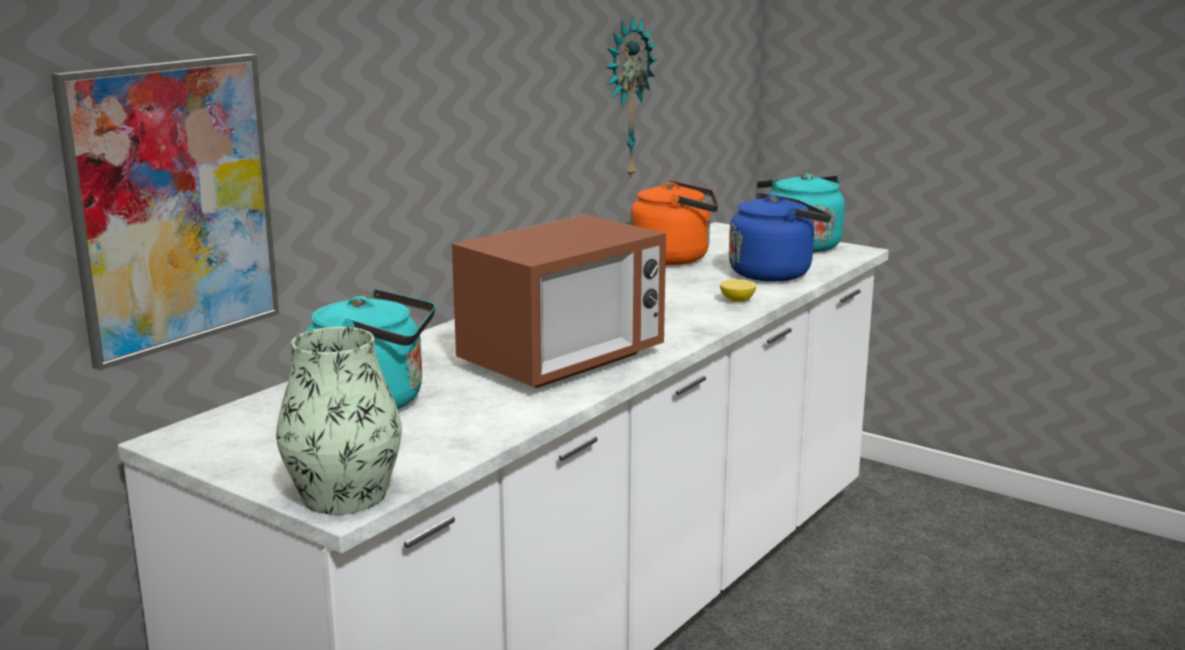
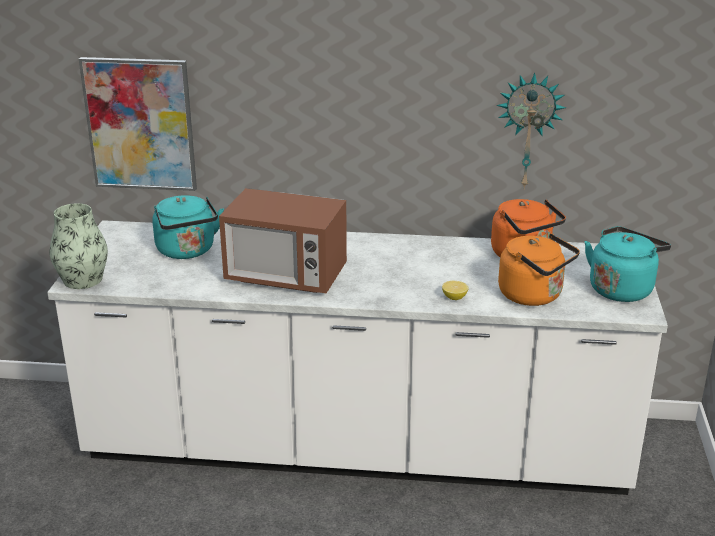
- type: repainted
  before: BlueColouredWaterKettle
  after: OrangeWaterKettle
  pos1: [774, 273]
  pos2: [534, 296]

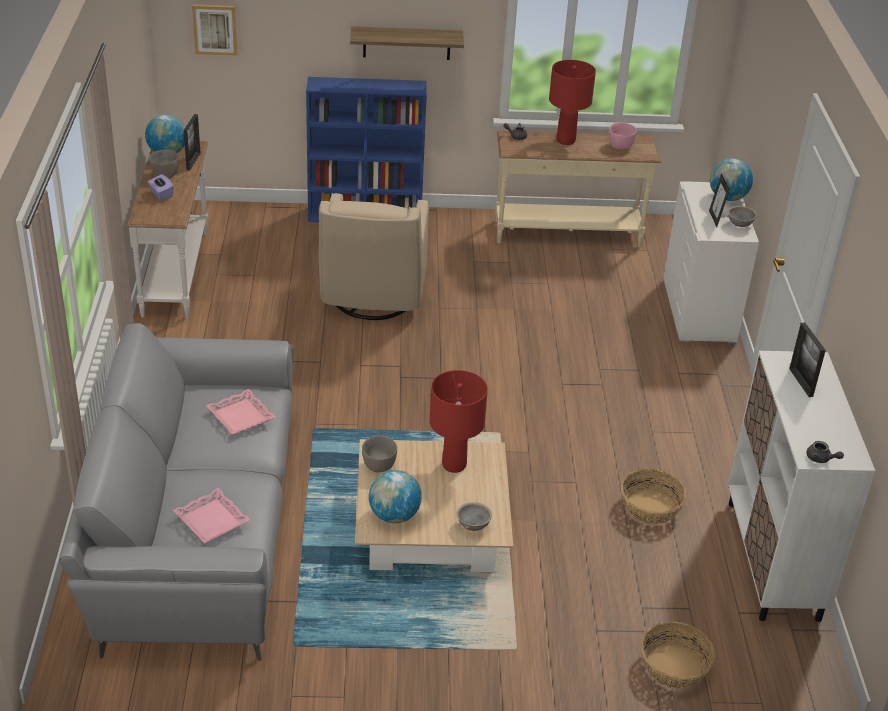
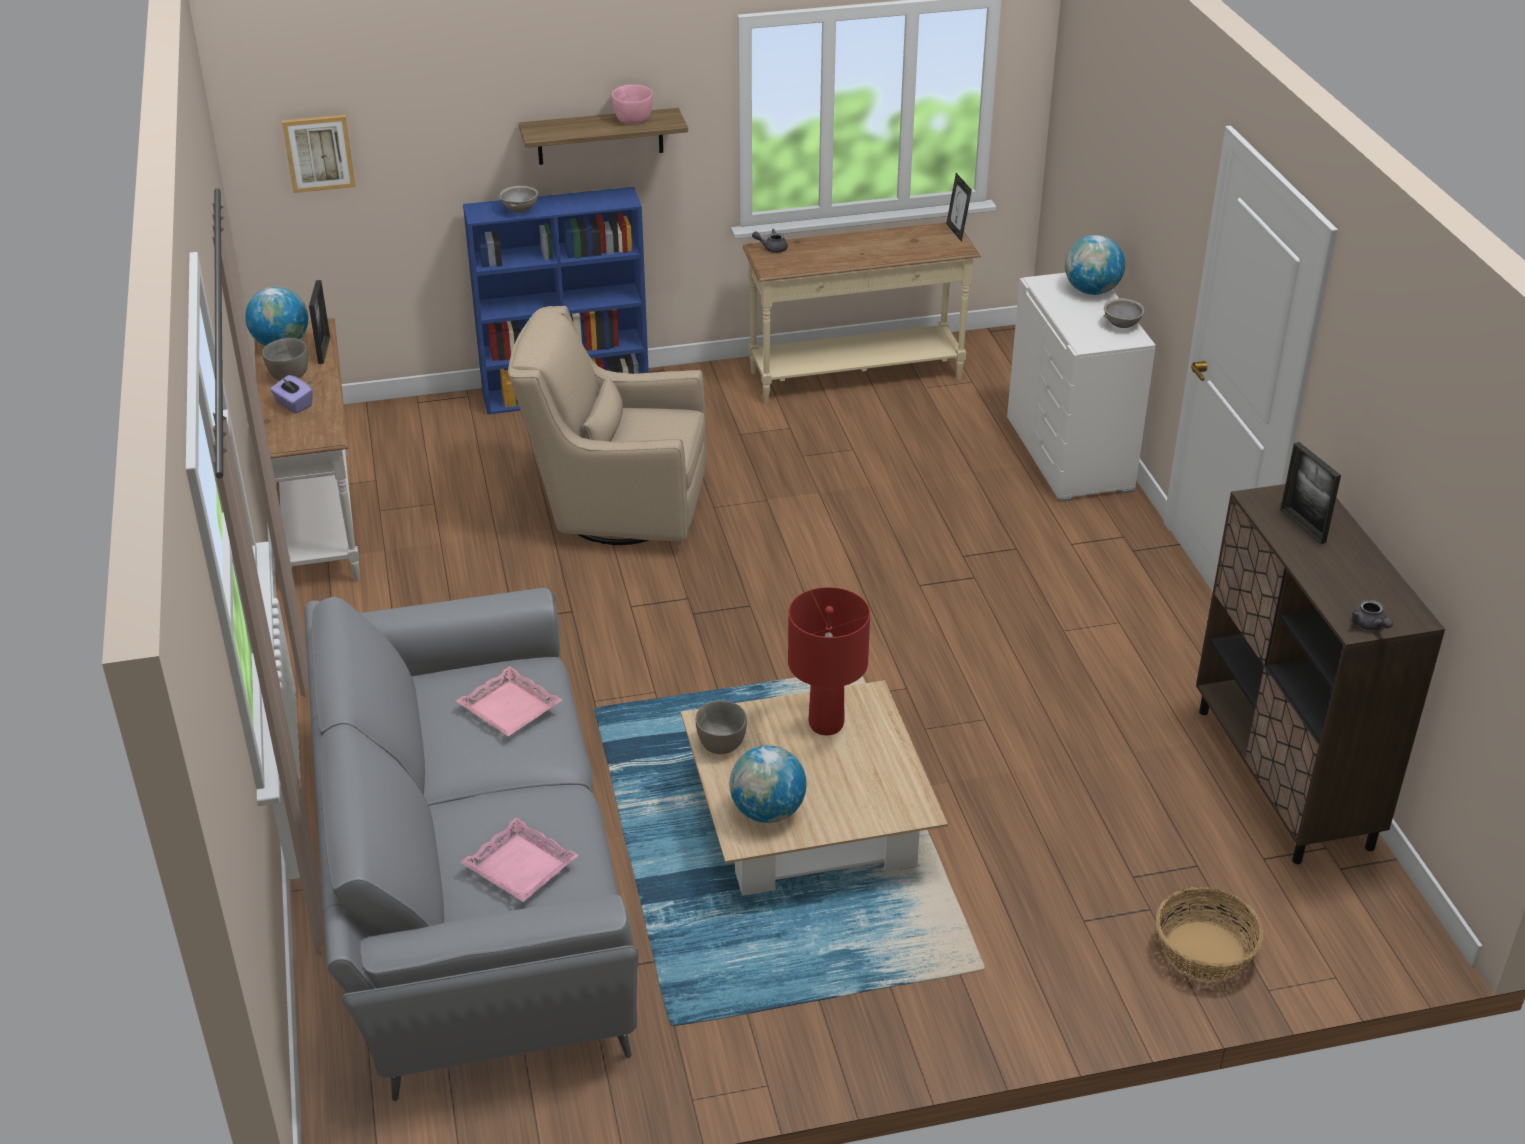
- type: gone
  before: ReddishLampForATable
  pos1: [566, 140]
- type: shifted
  before: PinkishServingBowl
  pos1: [620, 146]
  pos2: [632, 120]
- type: shifted
  before: StandingFrame
  pos1: [715, 219]
  pos2: [957, 232]
- type: rotated
  before: BeigeColouredArmchair
  pos1: [372, 299]
  pos2: [616, 510]
  turn: 105
- type: repainted
  before: WhiteColouredCupboard
  after: BrownishCupboard
  pos1: [773, 560]
  pos2: [1283, 778]
- type: rotated
  before: GrayPotForTea
  pos1: [821, 459]
  pos2: [1370, 626]
  turn: 45
- type: gone
  before: Basket
  pos1: [650, 508]
- type: shifted
  before: GrayServingBowl
  pos1: [472, 526]
  pos2: [519, 211]

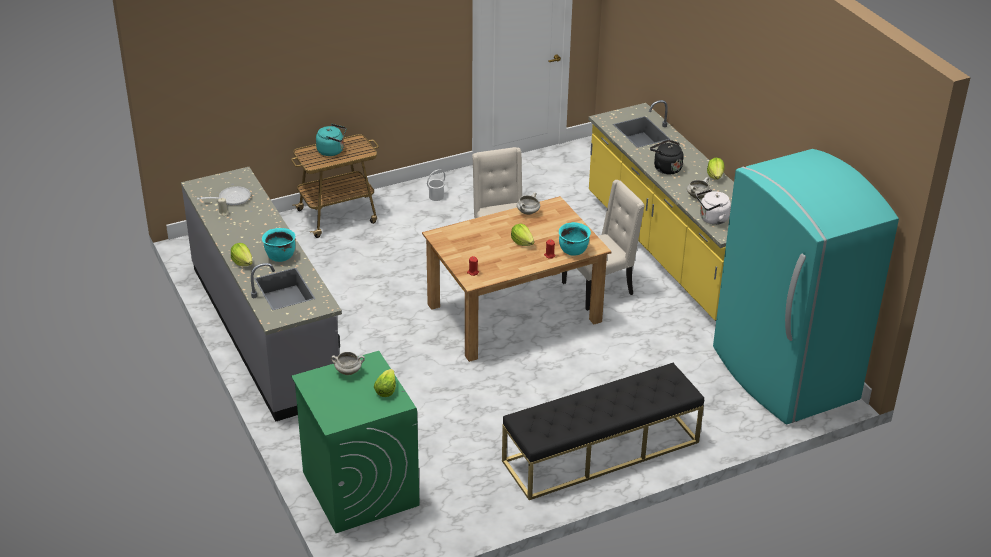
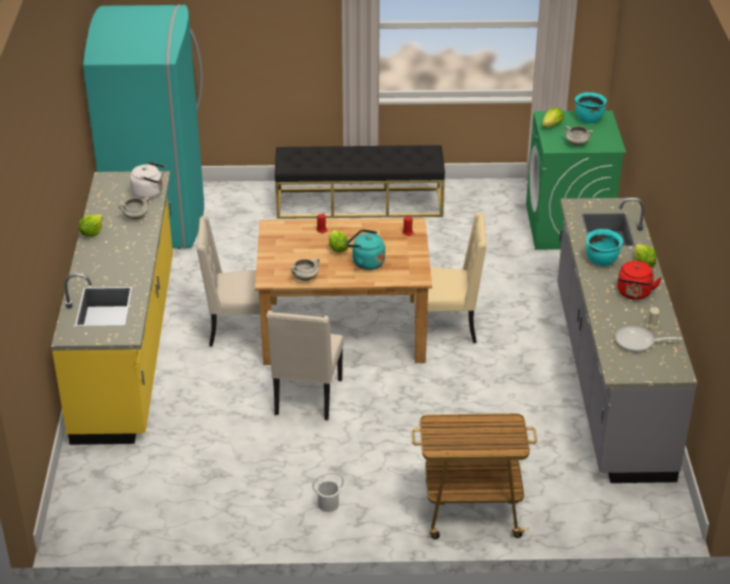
- type: shifted
  before: TurquoiseWaterKettle
  pos1: [332, 151]
  pos2: [366, 262]
- type: gone
  before: BlackColouredWaterKettle
  pos1: [665, 168]
- type: shifted
  before: TurquoiseCookingPot
  pos1: [573, 251]
  pos2: [588, 119]
- type: new
  after: BeigeColouredPlainChair
  pos2: [446, 327]
- type: new
  after: ReddishWaterKettle
  pos2: [634, 293]

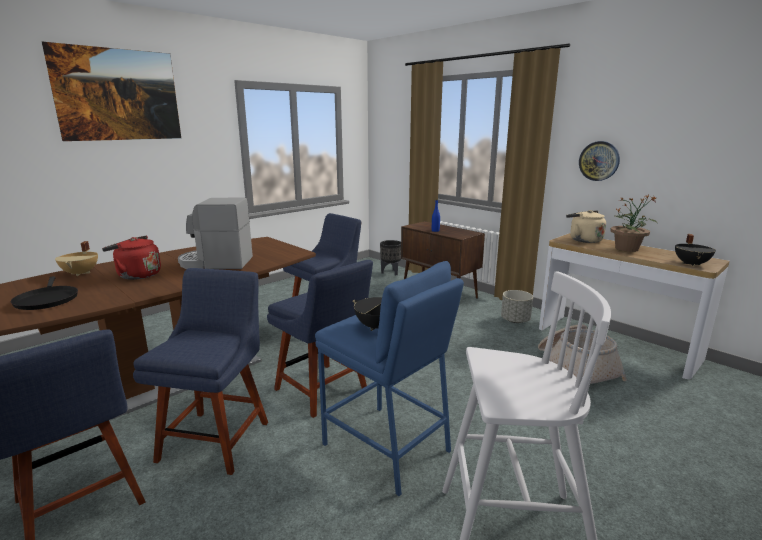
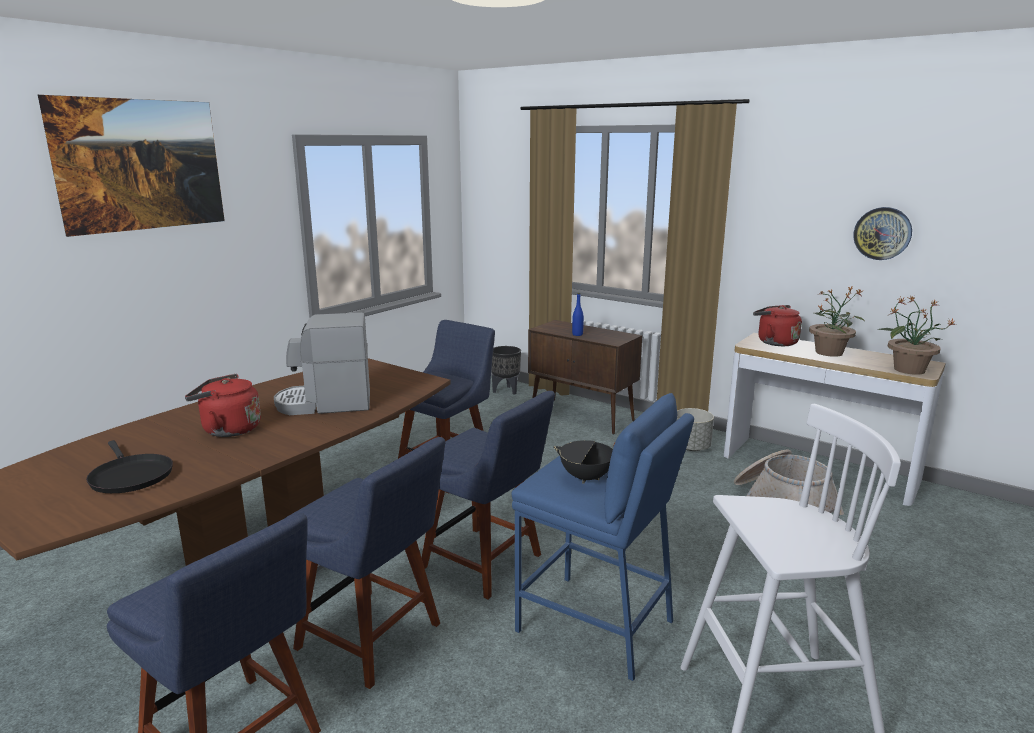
- type: shifted
  before: WallClock
  pos1: [599, 161]
  pos2: [882, 233]
- type: repainted
  before: BeigeColouredWaterKettle
  after: ReddishWaterKettle
  pos1: [583, 240]
  pos2: [774, 342]
- type: swapped
  before: BlackColouredCookingPot
  after: PottedPlant
  pos1: [692, 264]
  pos2: [908, 370]
- type: gone
  before: BeigeColouredCookingPot
  pos1: [81, 273]
- type: rotated
  before: BlueColouredPlainChair
  pos1: [217, 437]
  pos2: [374, 638]
  turn: 120

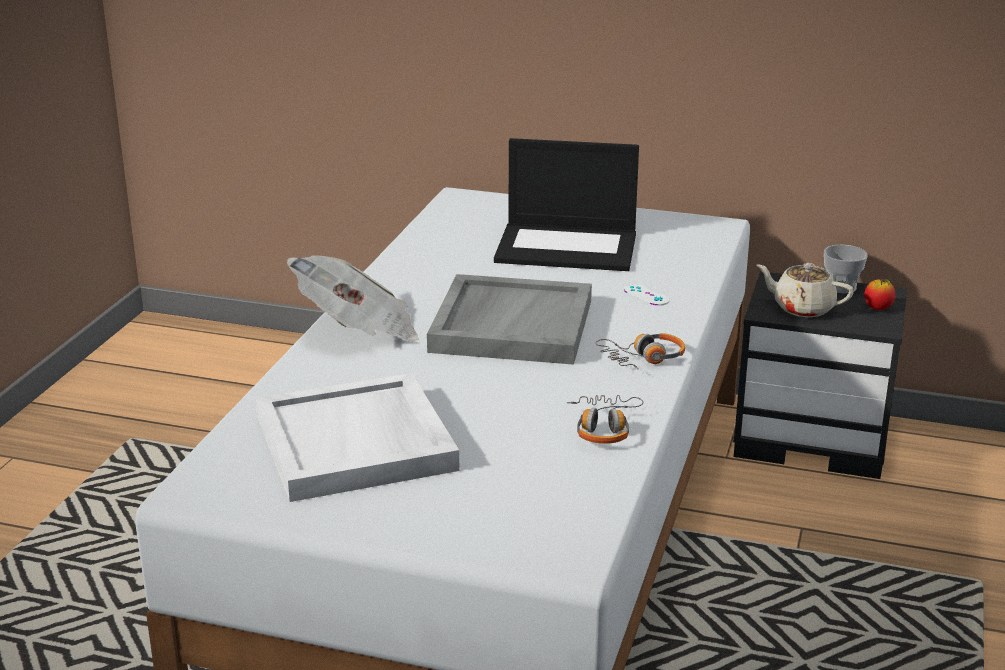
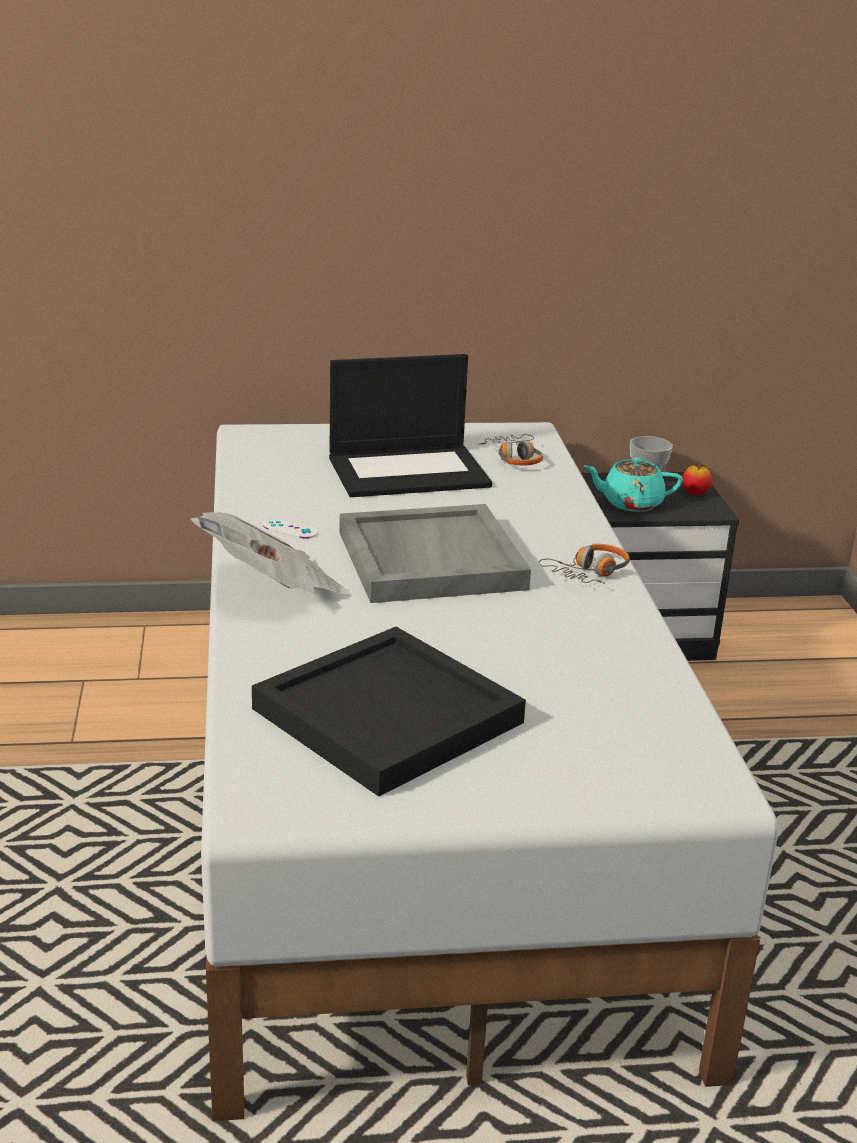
- type: repainted
  before: BeigeColouredPotForTea
  after: TurquoisePotForTea
  pos1: [802, 308]
  pos2: [630, 503]
- type: shifted
  before: WhiteColouredGameController
  pos1: [646, 295]
  pos2: [290, 529]
- type: repainted
  before: WhiteColouredTray
  after: BlackColouredTray
  pos1: [357, 444]
  pos2: [390, 716]
- type: shifted
  before: Headphones
  pos1: [604, 427]
  pos2: [515, 458]

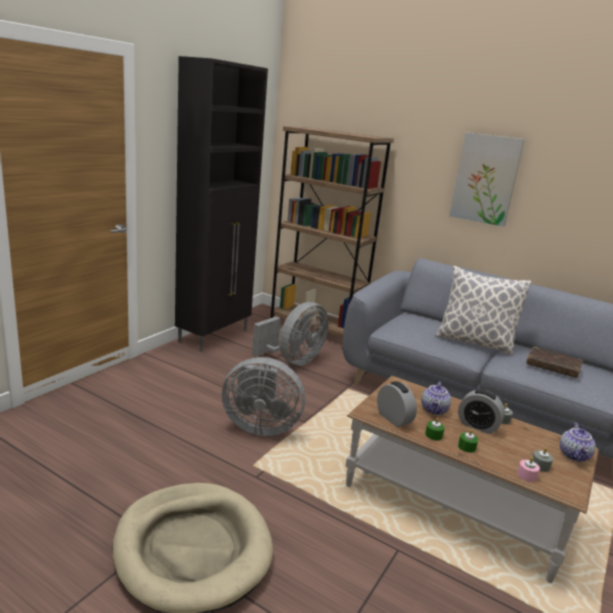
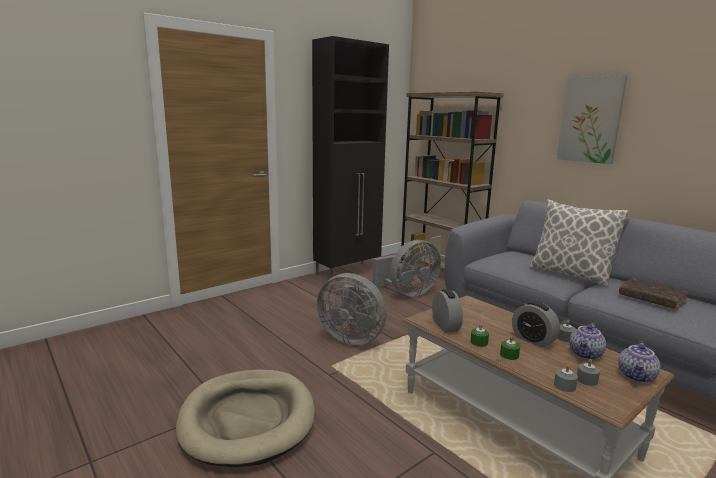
- type: shifted
  before: PotForTea
  pos1: [434, 410]
  pos2: [586, 354]
- type: repainted
  before: PinkishWaxCandle
  after: GrayWaxCandle
  pos1: [526, 475]
  pos2: [564, 386]

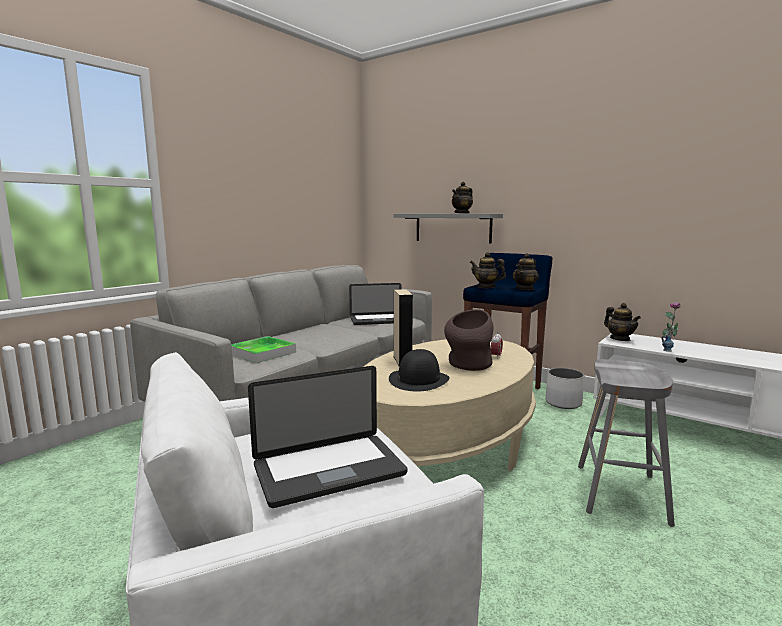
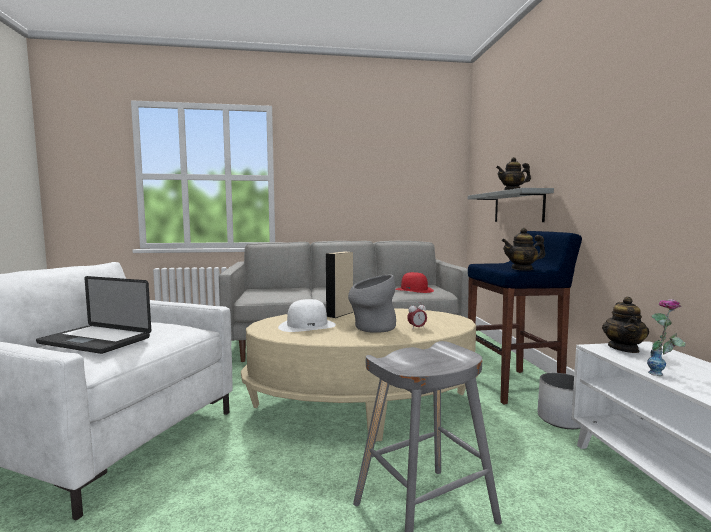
- type: gone
  before: PotForTea
  pos1: [486, 287]
- type: swapped
  before: PortableComputer
  after: ReddishClothingHat
  pos1: [378, 320]
  pos2: [414, 290]
- type: repainted
  before: BrownishDecorativeVase
  after: GrayDecorativeVase
  pos1: [468, 365]
  pos2: [371, 327]
- type: gone
  before: Tray
  pos1: [262, 353]
- type: repainted
  before: BlackColouredClothingHat
  after: WhiteColouredClothingHat
  pos1: [418, 380]
  pos2: [307, 325]

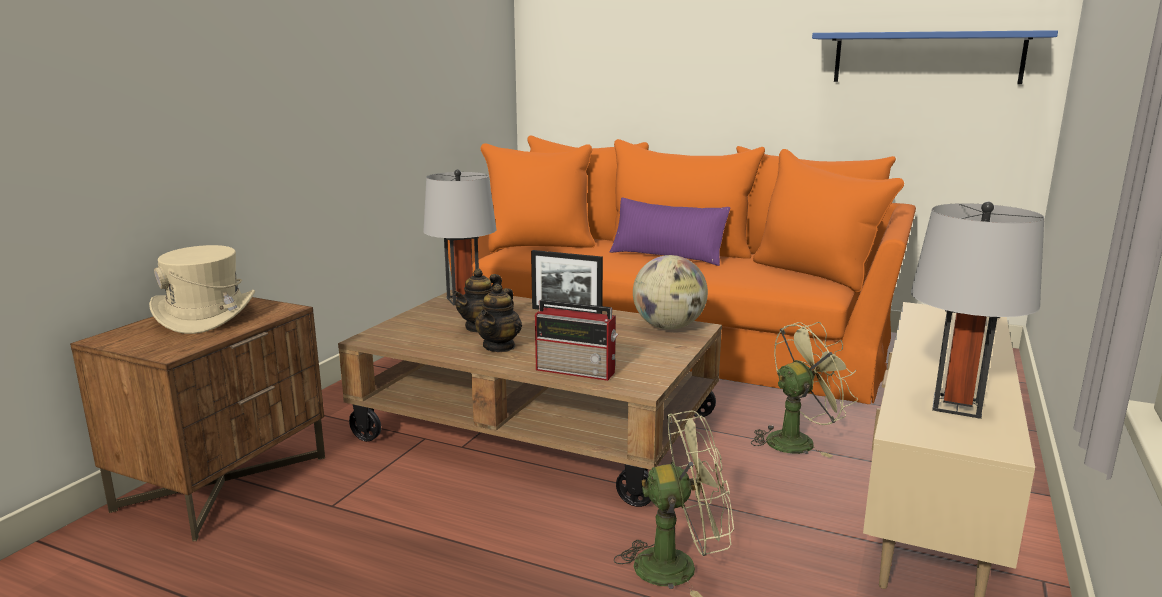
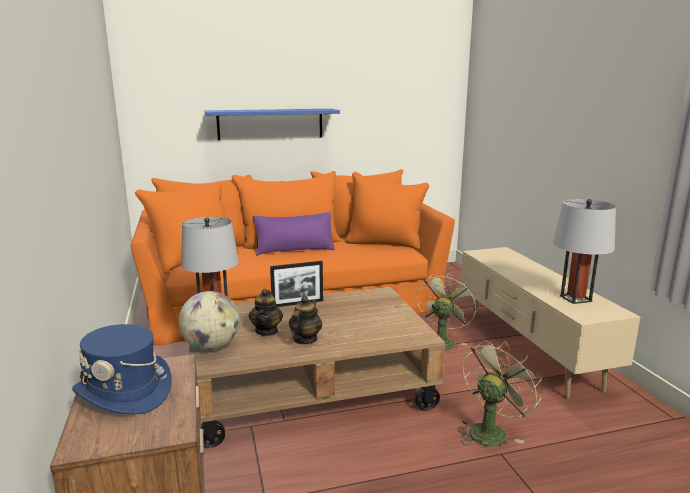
- type: shifted
  before: BlueColouredWallShelf
  pos1: [926, 58]
  pos2: [270, 124]
- type: repainted
  before: BeigeColouredClothingHat
  after: BlueColouredClothingHat
  pos1: [206, 316]
  pos2: [124, 392]
- type: shifted
  before: WorldGlobe
  pos1: [668, 327]
  pos2: [211, 347]
- type: rotated
  before: PotForTea
  pos1: [499, 346]
  pos2: [305, 340]
  turn: -135
- type: gone
  before: RadioReceiver
  pos1: [577, 371]

